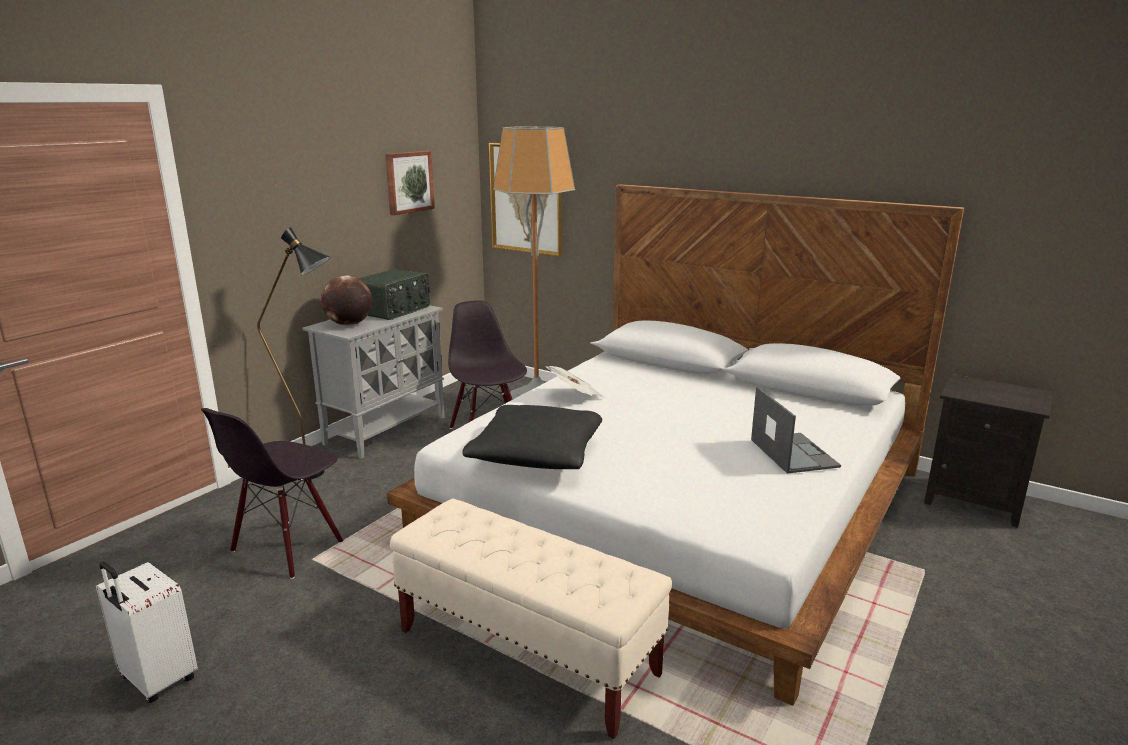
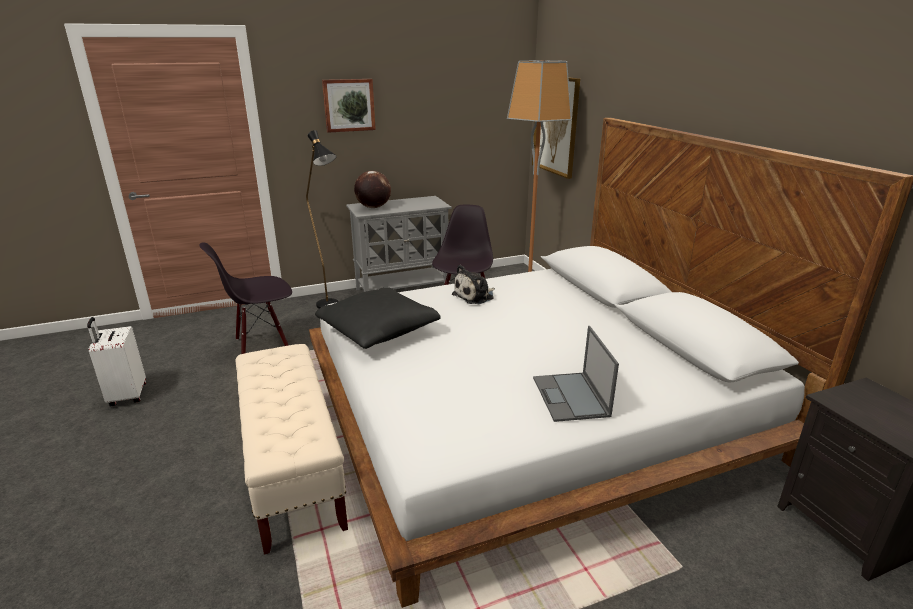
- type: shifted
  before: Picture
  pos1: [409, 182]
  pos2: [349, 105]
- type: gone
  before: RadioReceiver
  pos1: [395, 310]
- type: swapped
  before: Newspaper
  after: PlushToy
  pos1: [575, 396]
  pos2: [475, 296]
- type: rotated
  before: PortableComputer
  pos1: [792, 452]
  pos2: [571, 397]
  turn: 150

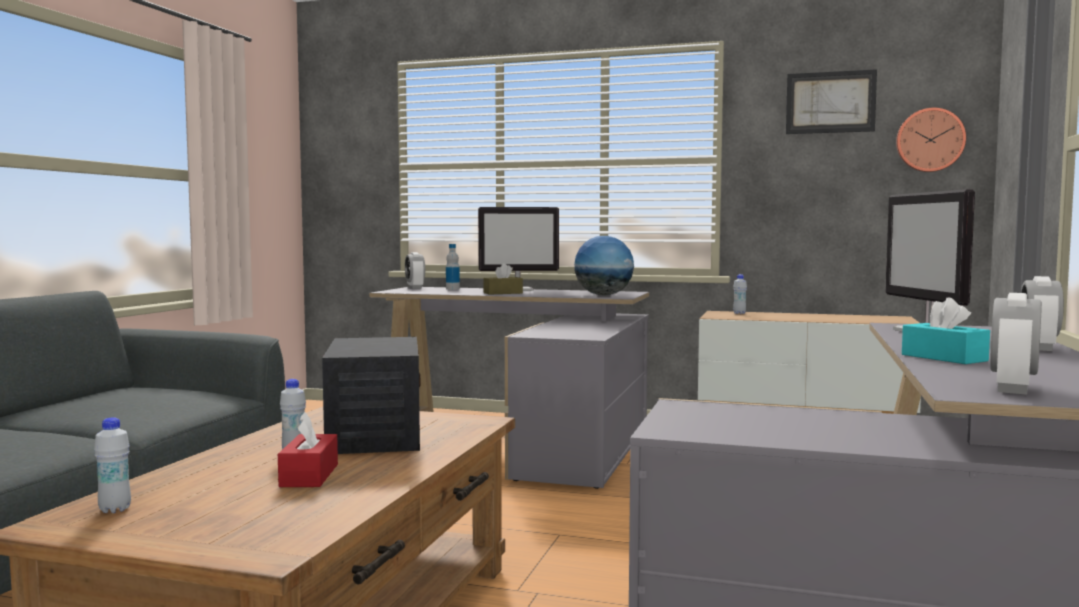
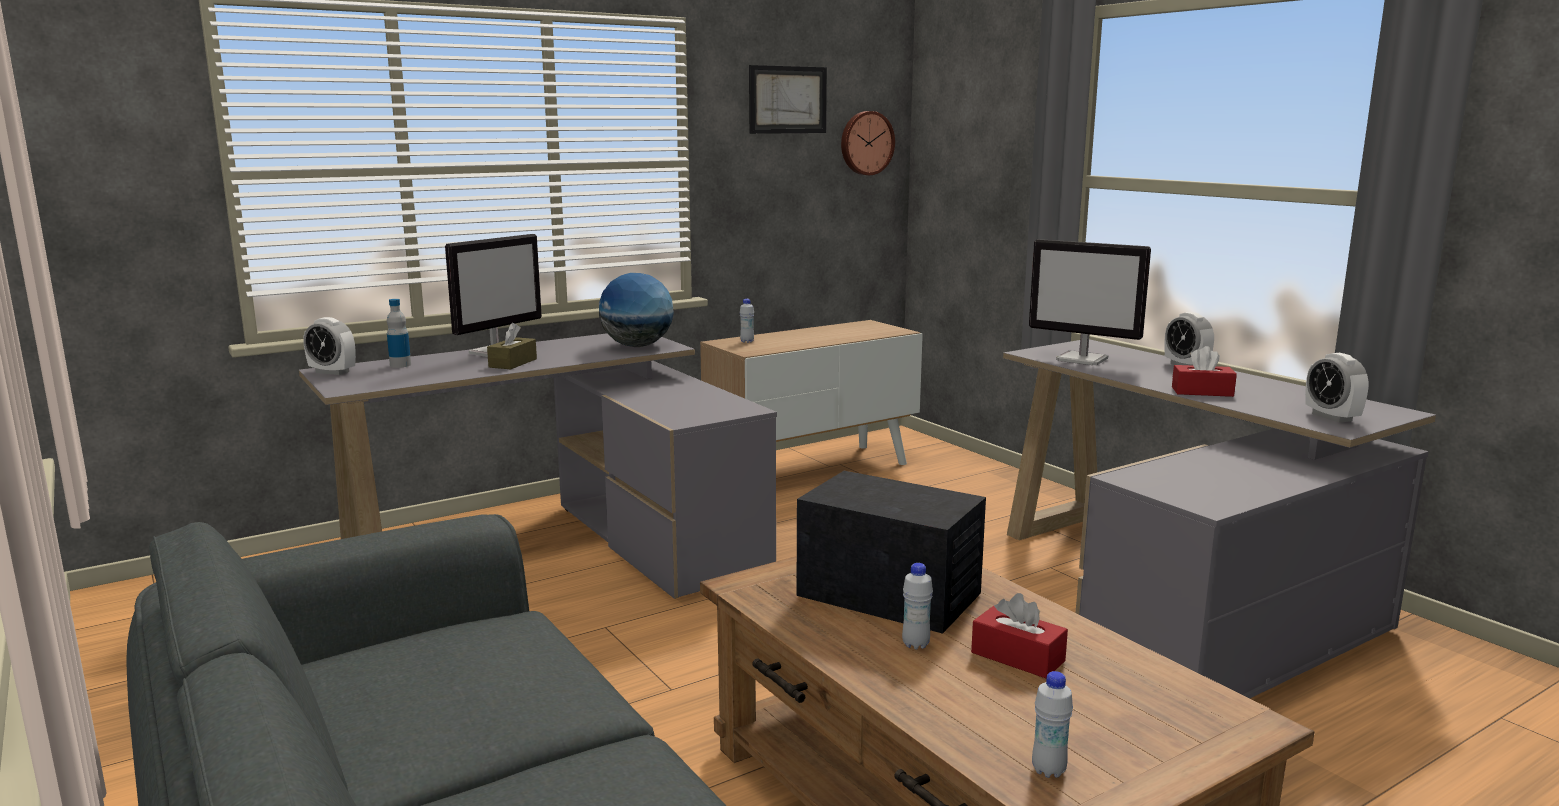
- type: repainted
  before: TurquoiseBoxOfTissues
  after: ReddishBoxOfTissues
  pos1: [944, 358]
  pos2: [1202, 392]

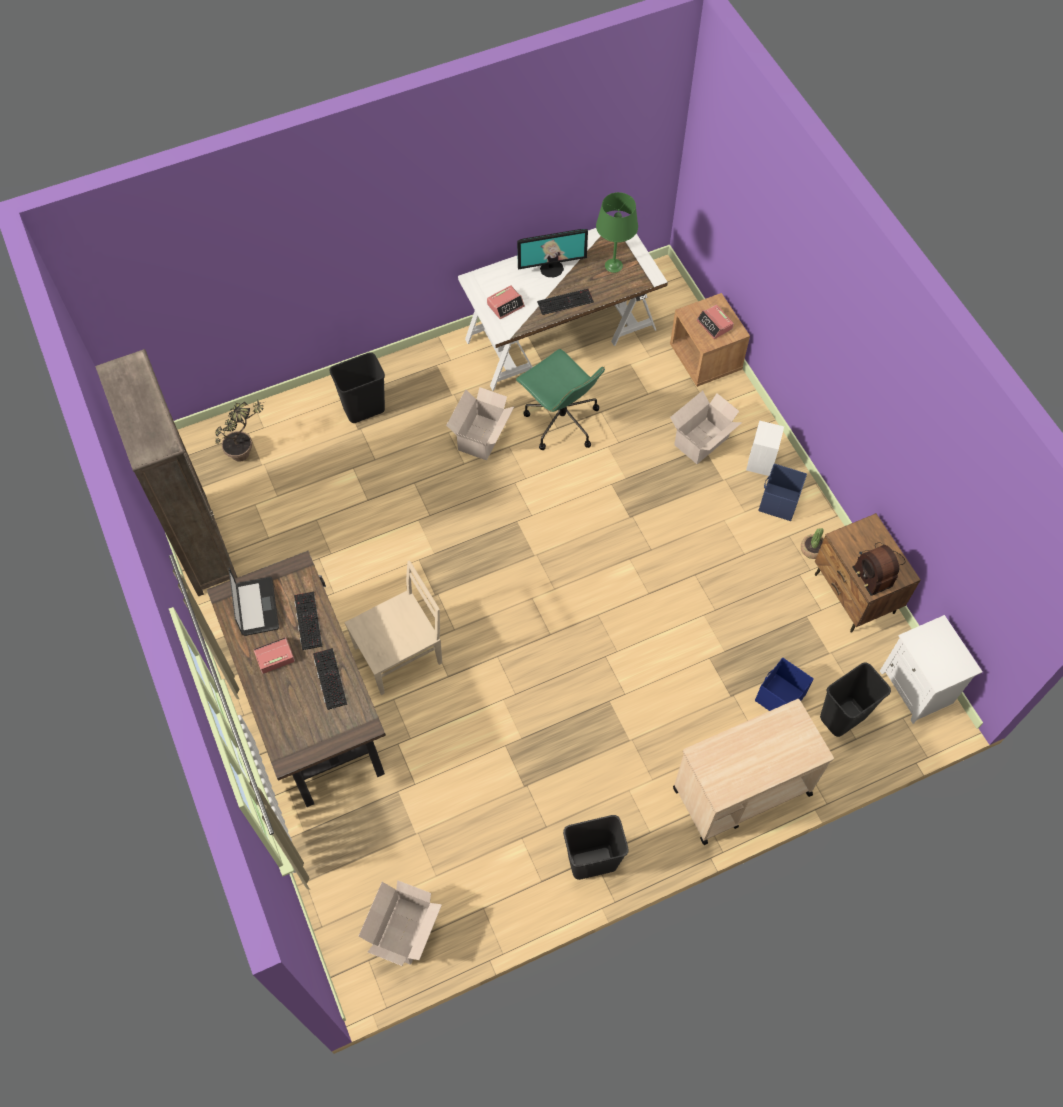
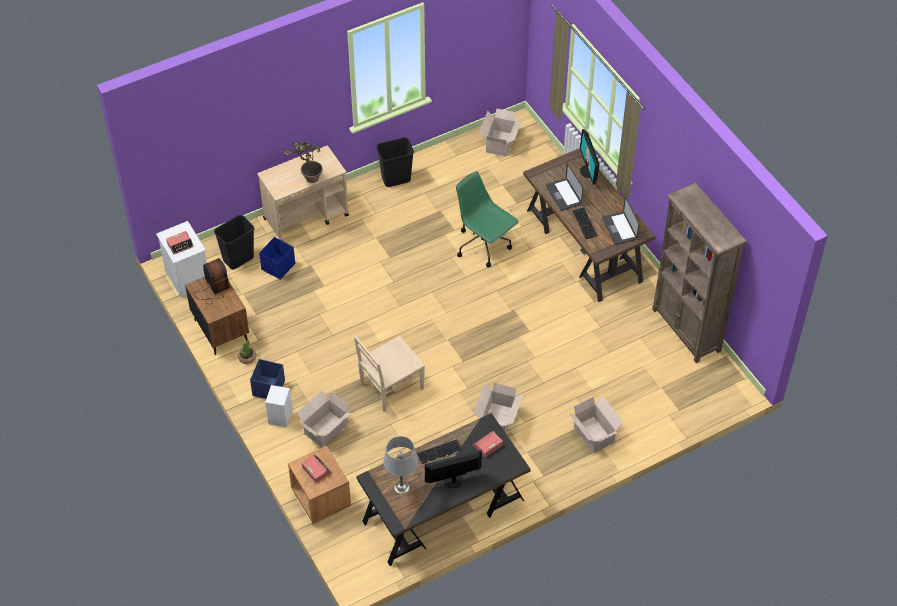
- type: repainted
  before: GreenLampForATable
  after: GrayLampForATable
  pos1: [613, 266]
  pos2: [401, 487]
- type: repainted
  before: WhiteColouredDeskUnit
  after: BlackColouredDeskUnit
  pos1: [560, 334]
  pos2: [443, 511]
- type: shifted
  before: GreenDeskChair
  pos1: [561, 421]
  pos2: [484, 246]
- type: swapped
  before: BlackColouredTrashCan
  after: CardboardBox
  pos1: [364, 408]
  pos2: [594, 435]
- type: shifted
  before: PottedPlant
  pos1: [247, 452]
  pos2: [307, 179]
- type: shifted
  before: BeigeColouredPlainChair
  pos1: [400, 654]
  pos2: [390, 387]
- type: shifted
  before: TableClock
  pos1: [274, 656]
  pos2: [180, 245]
- type: swapped
  before: PcKeyboard
  after: PortableComputer
  pos1: [329, 678]
  pos2: [563, 195]
- type: new
  after: ComputerScreen
  pos2: [588, 171]

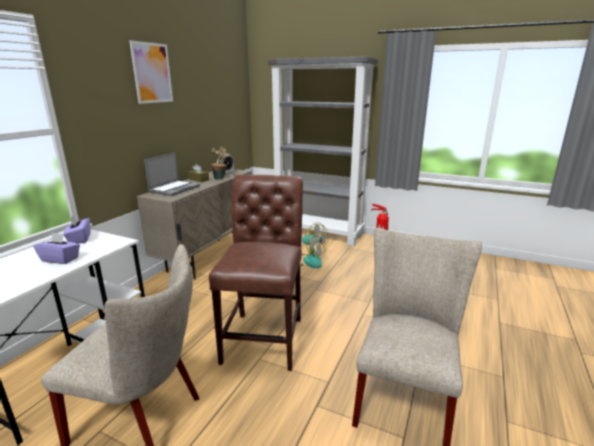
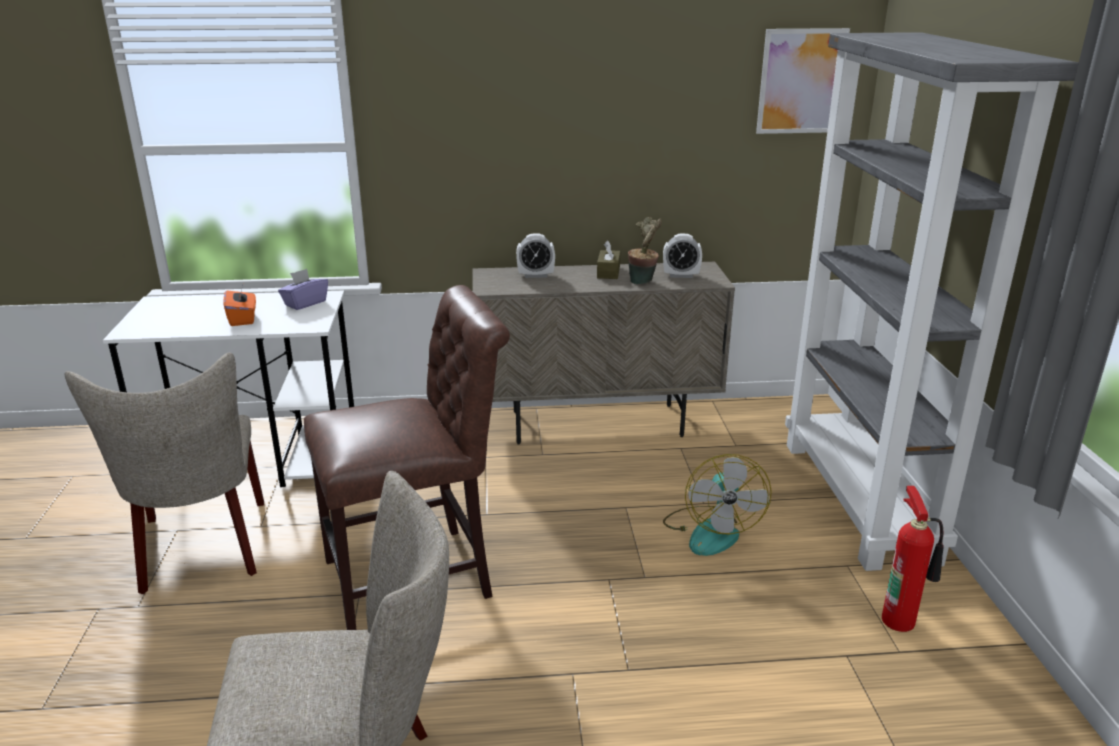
- type: shifted
  before: Picture
  pos1: [152, 73]
  pos2: [801, 81]
- type: swapped
  before: PortableComputer
  after: TableClock
  pos1: [174, 189]
  pos2: [535, 275]
- type: repainted
  before: PurpleBoxOfTissues
  after: OrangeBoxOfTissues
  pos1: [60, 259]
  pos2: [243, 319]

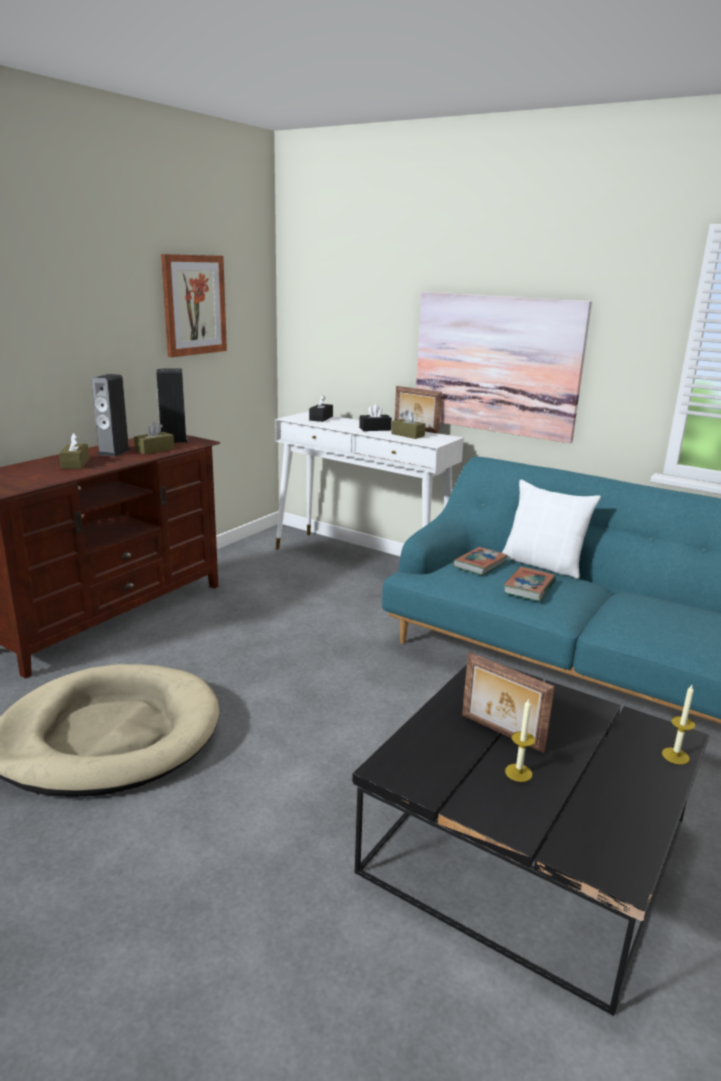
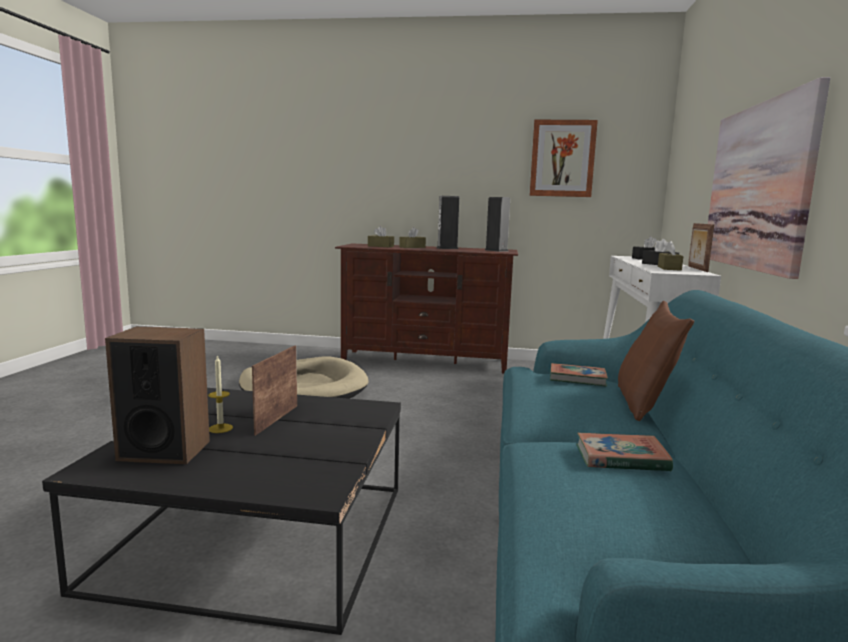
- type: shifted
  before: BrownishBoxOfTissues
  pos1: [155, 450]
  pos2: [380, 246]
- type: repainted
  before: WhiteColouredThrowPillow
  after: BrownishThrowPillow
  pos1: [543, 564]
  pos2: [645, 404]
- type: shifted
  before: BoundBook
  pos1: [529, 587]
  pos2: [621, 458]
- type: gone
  before: WaxCandle
  pos1: [675, 756]
- type: new
  after: Loudspeaker
  pos2: [164, 450]

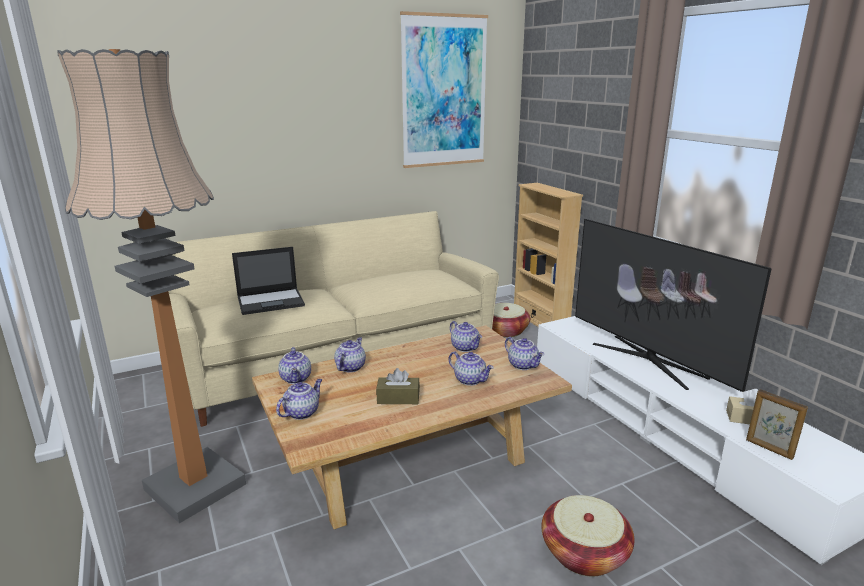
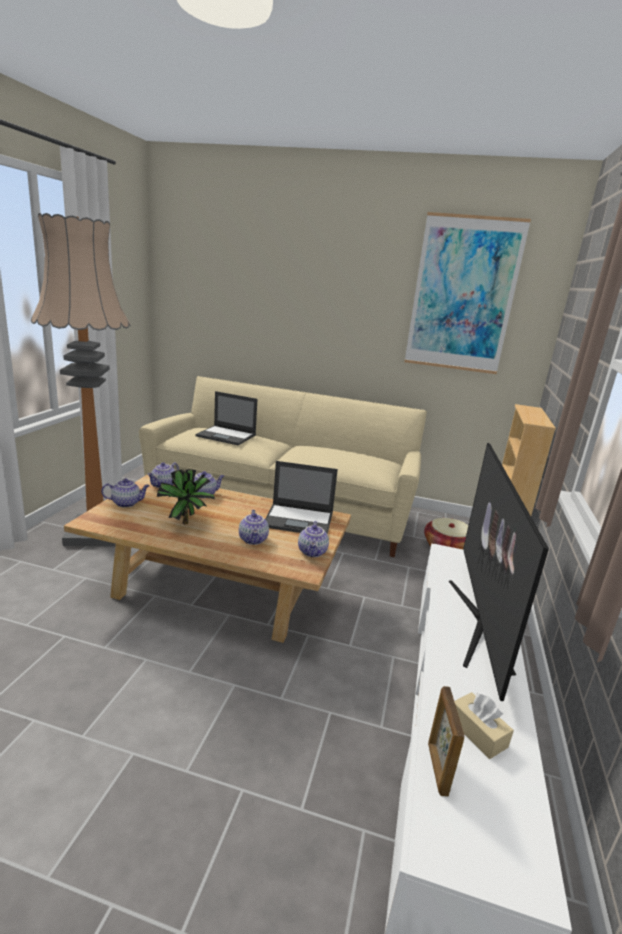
- type: swapped
  before: PotForTea
  after: PortableComputer
  pos1: [465, 347]
  pos2: [299, 520]
- type: swapped
  before: BrownishBoxOfTissues
  after: PottedPlant
  pos1: [398, 398]
  pos2: [187, 525]
- type: gone
  before: Basket
  pos1: [584, 553]

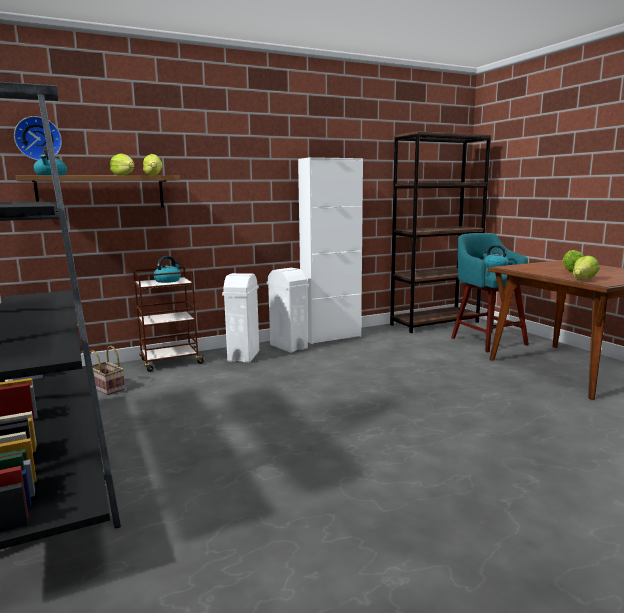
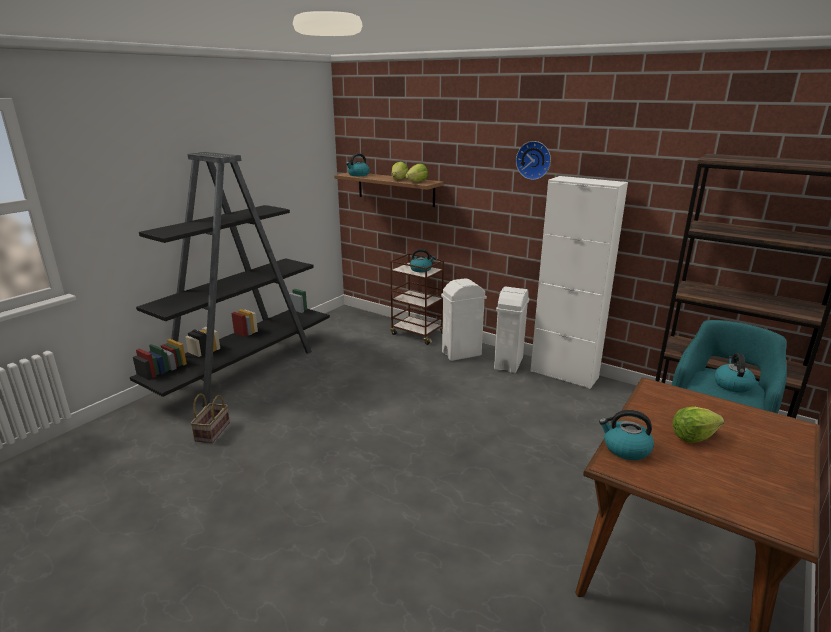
- type: shifted
  before: WallClock
  pos1: [38, 139]
  pos2: [534, 160]
- type: swapped
  before: LettuceHead
  after: WaterKettle
  pos1: [583, 279]
  pos2: [625, 449]
- type: shifted
  before: Basket
  pos1: [108, 388]
  pos2: [213, 432]

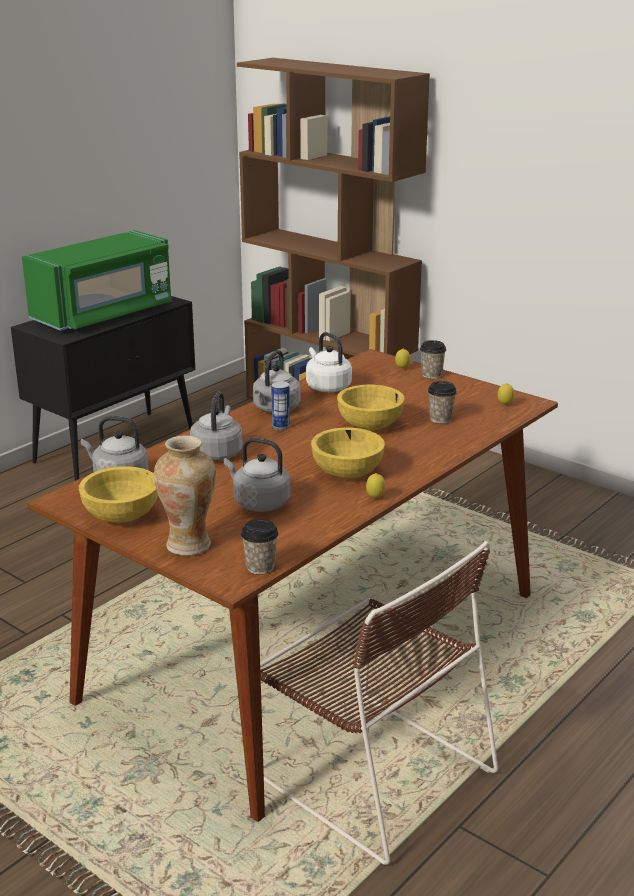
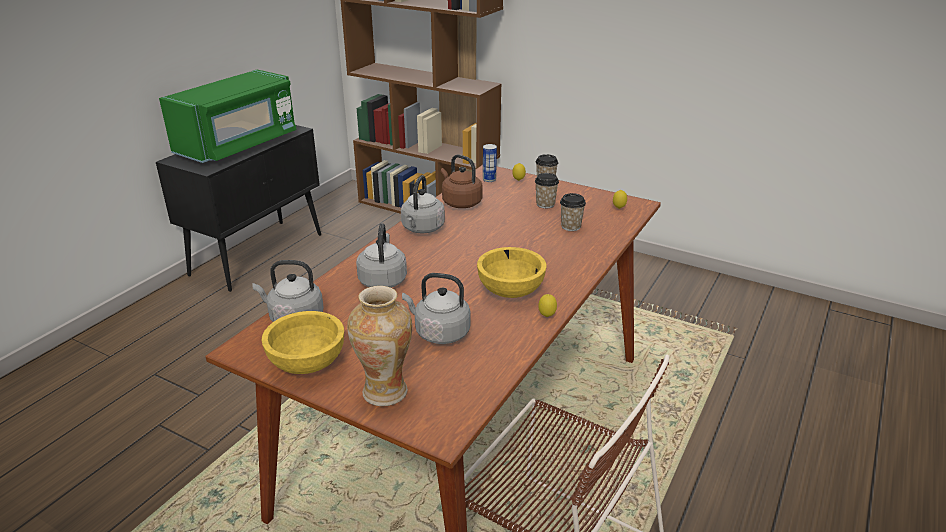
- type: repainted
  before: WhiteColouredWaterKettle
  after: BrownishWaterKettle
  pos1: [327, 386]
  pos2: [460, 202]
- type: shifted
  before: MetalCan
  pos1: [281, 427]
  pos2: [489, 179]
- type: gone
  before: YellowColouredServingBowl
  pos1: [370, 425]
- type: shifted
  before: DrinkingCup
  pos1: [260, 567]
  pos2: [545, 204]

